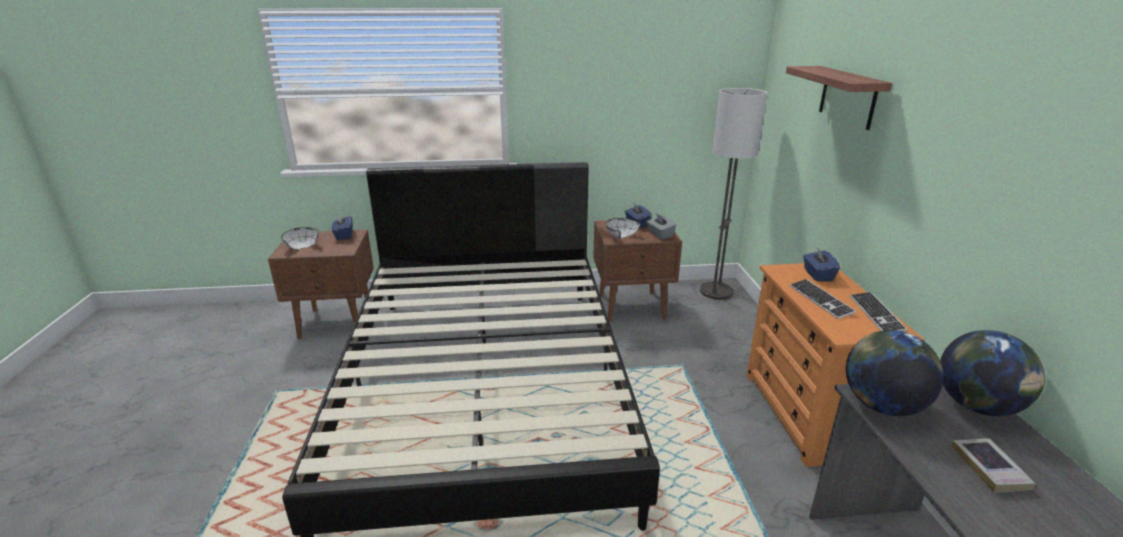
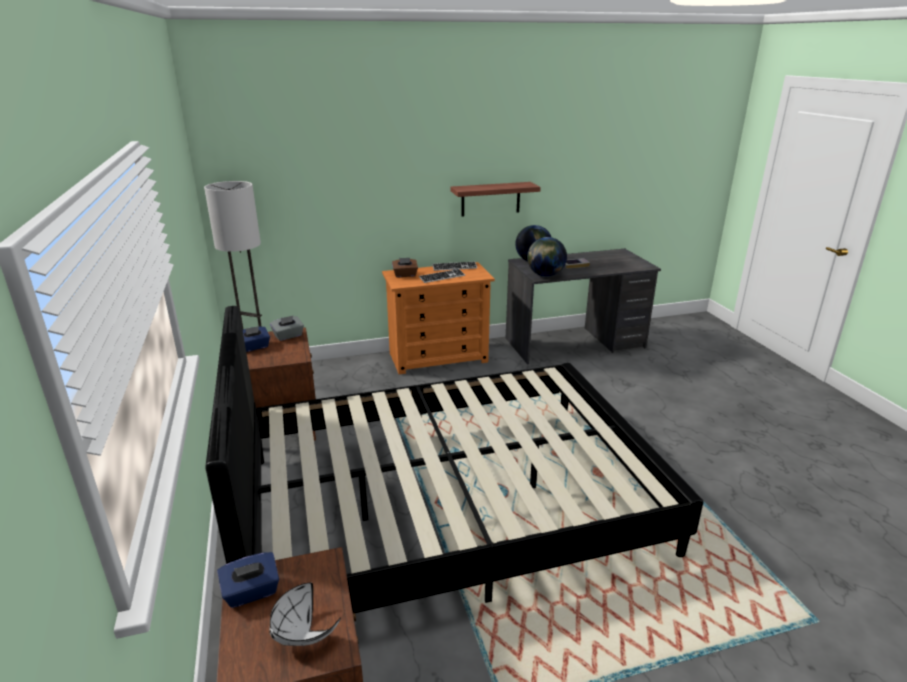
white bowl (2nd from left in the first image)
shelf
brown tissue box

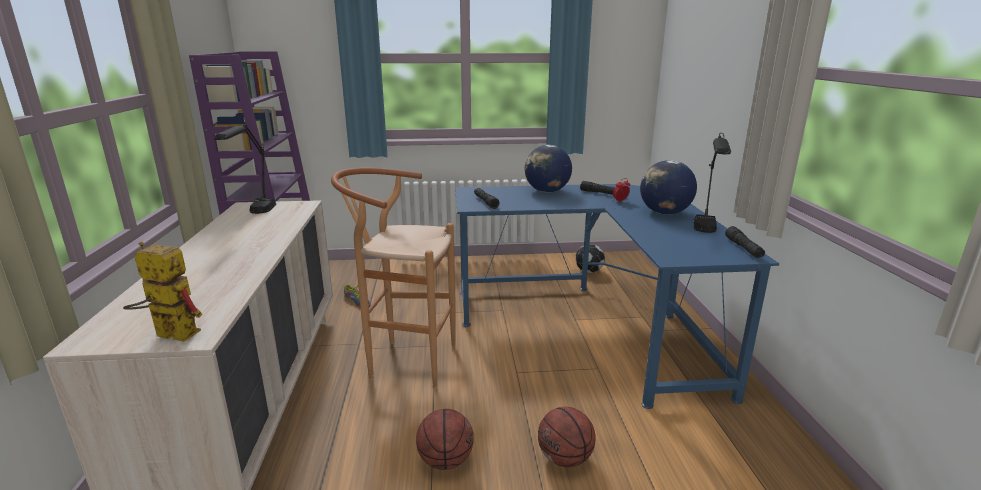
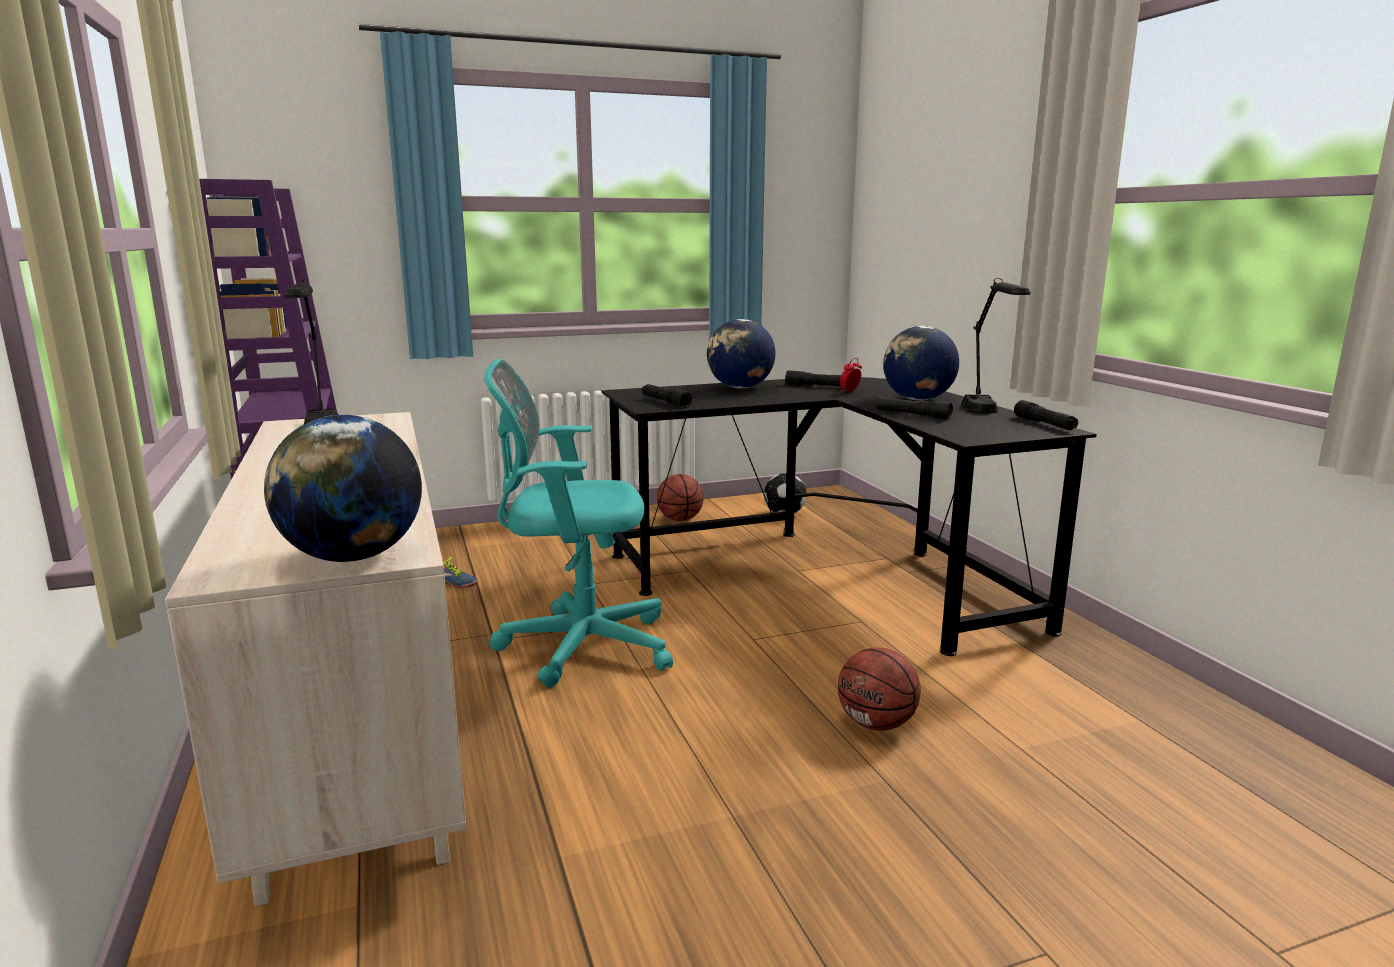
black flashlight (3rd from left)
basketball (1st from left)
globe (1st from left)
turquoise office chair
black desk

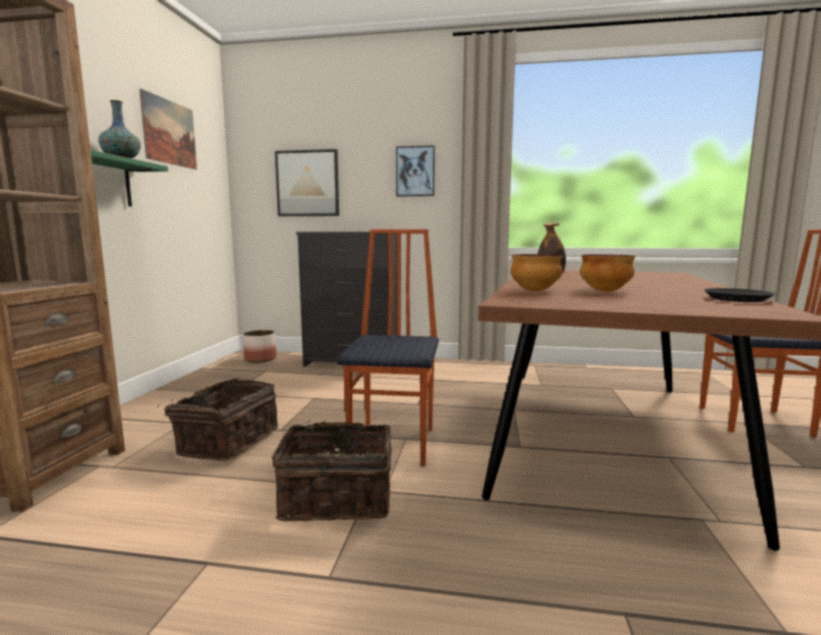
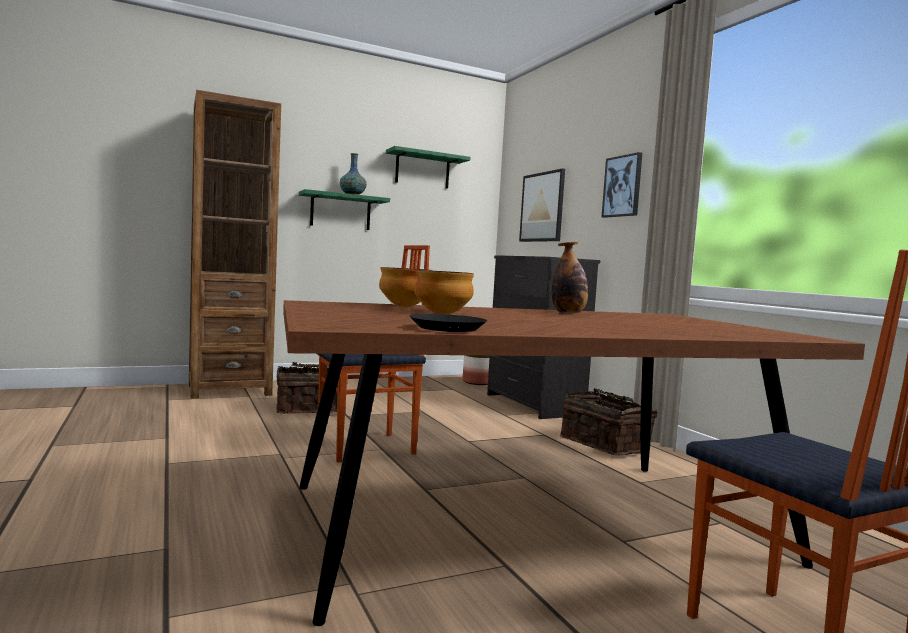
basket (2nd from left)
green shelf (2nd from left)

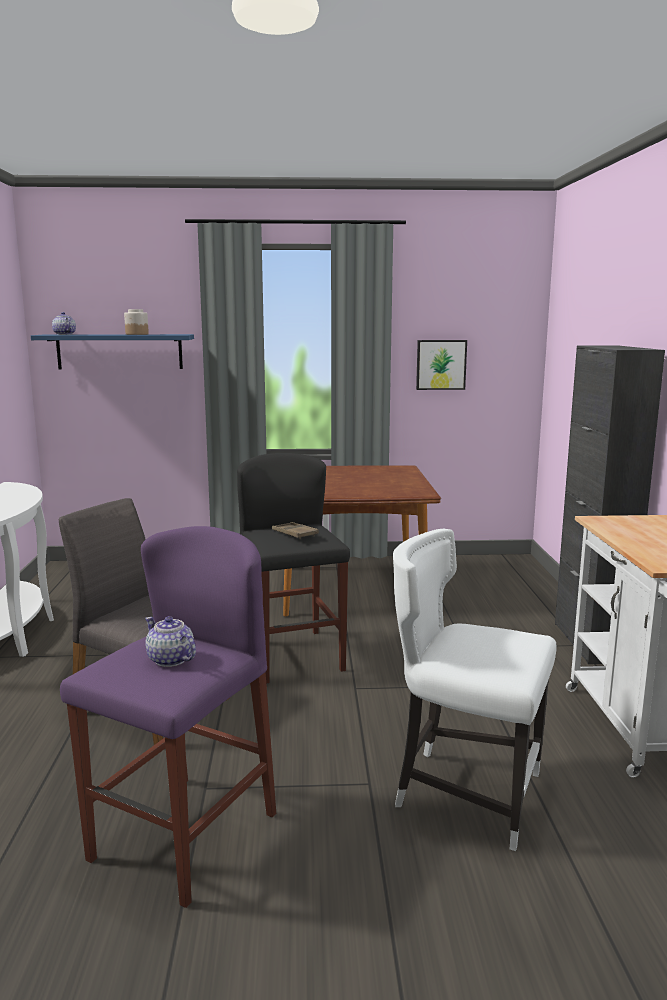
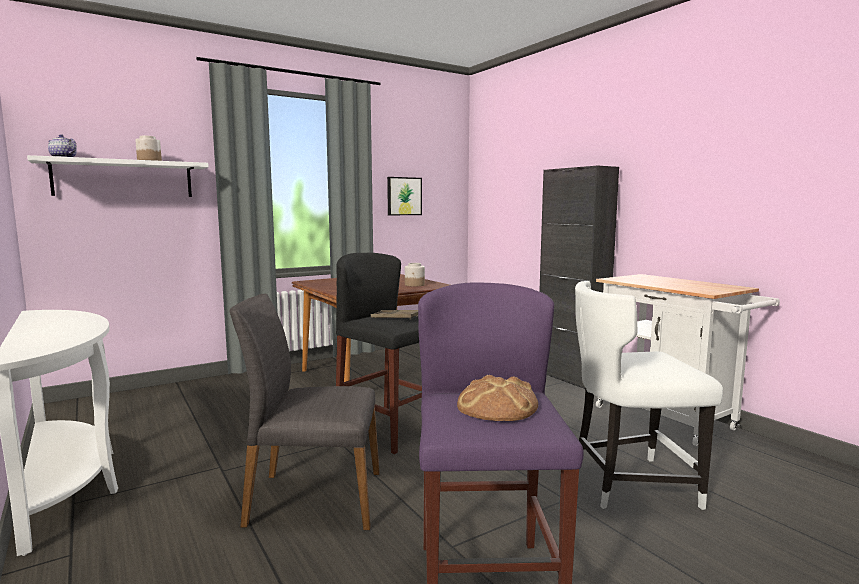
jar (2nd from left)
bread
white shelf

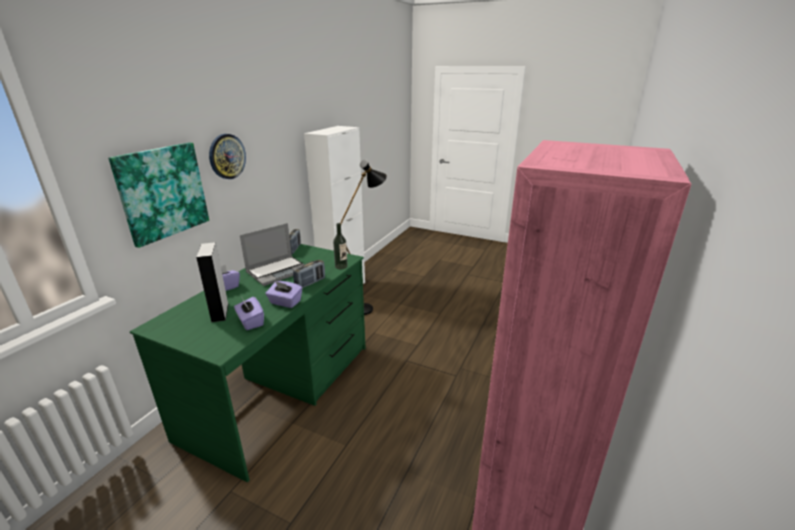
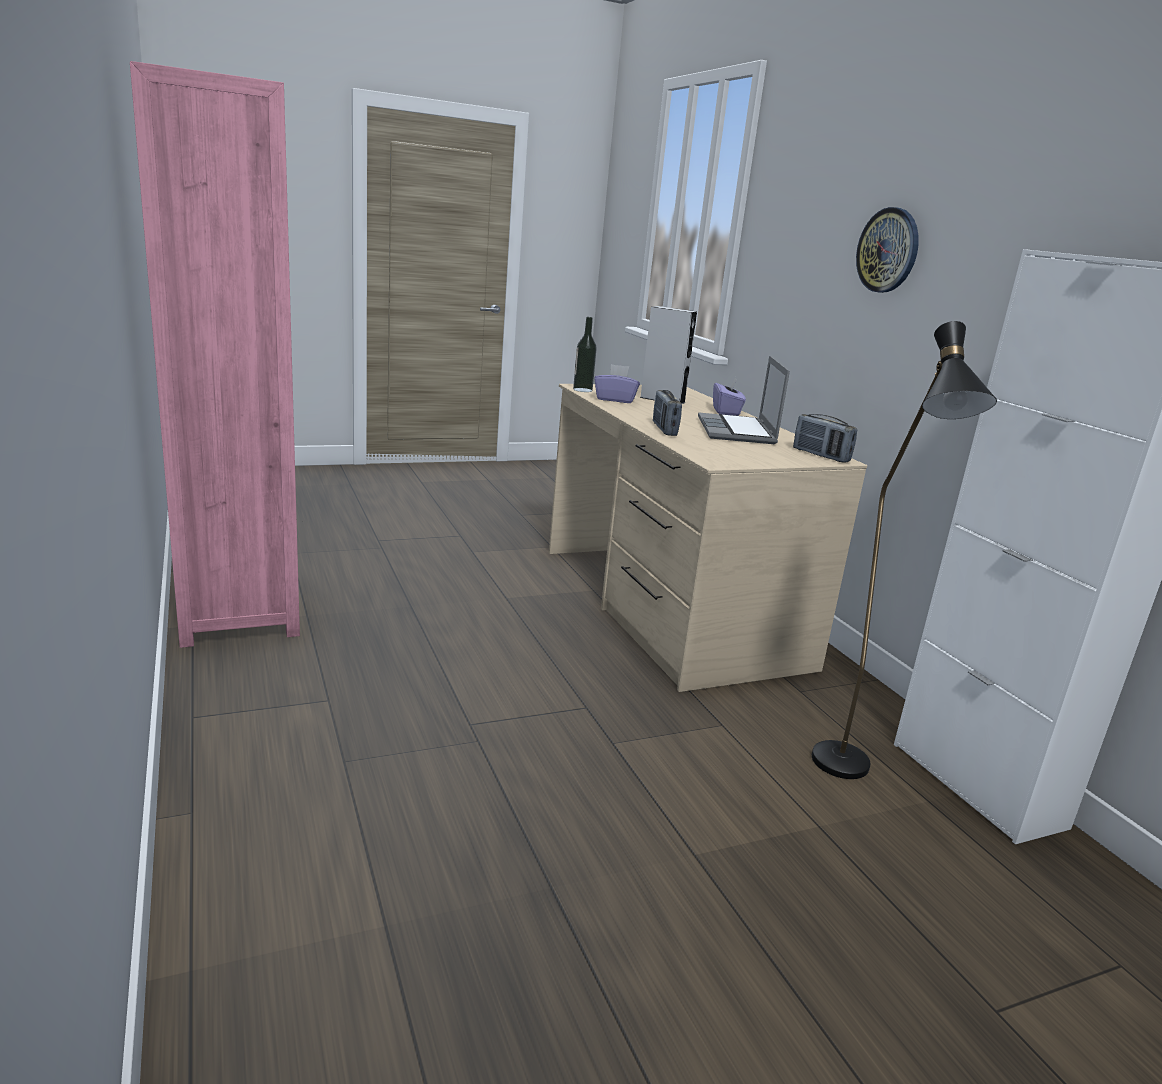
picture
purple tissue box (3rd from left in the first image)
bottle
beige desk

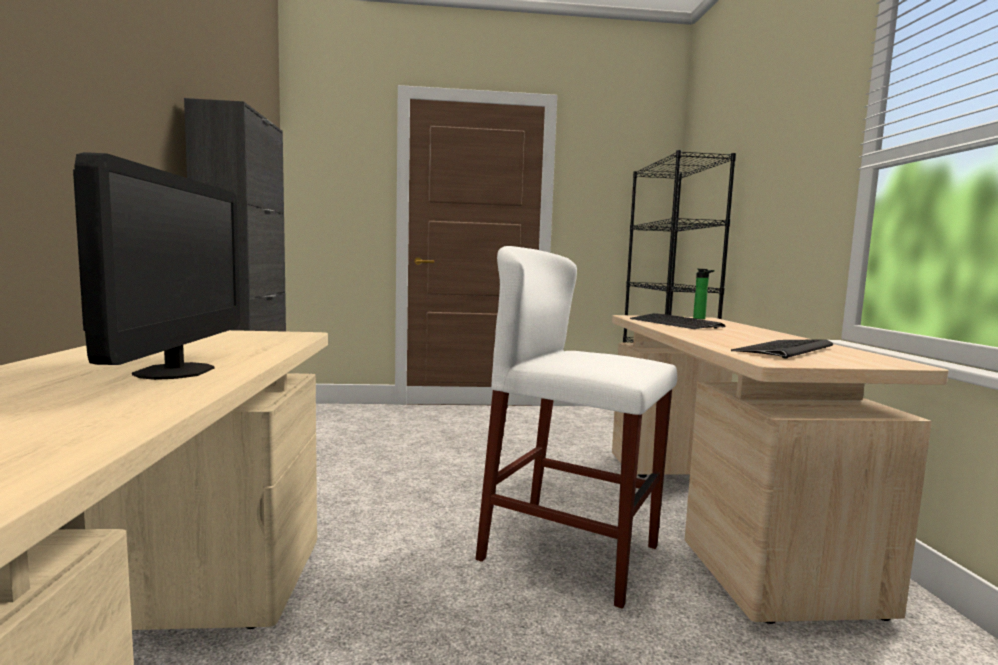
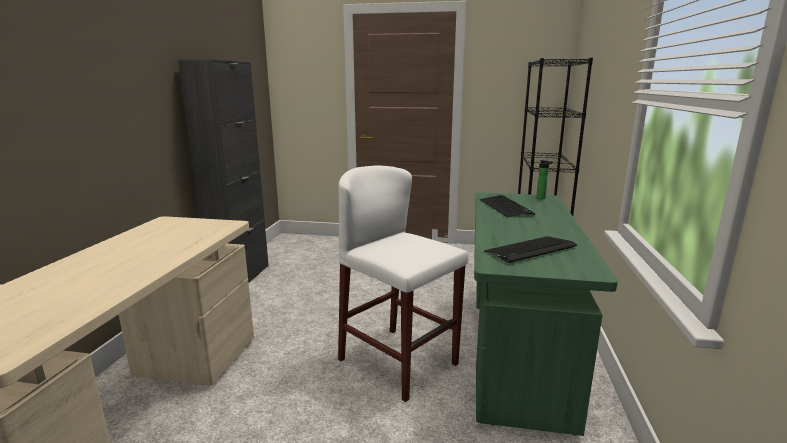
monitor
green desk

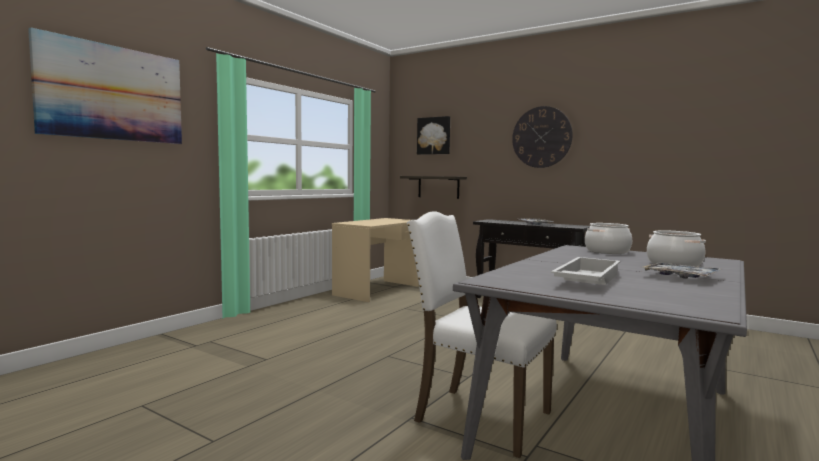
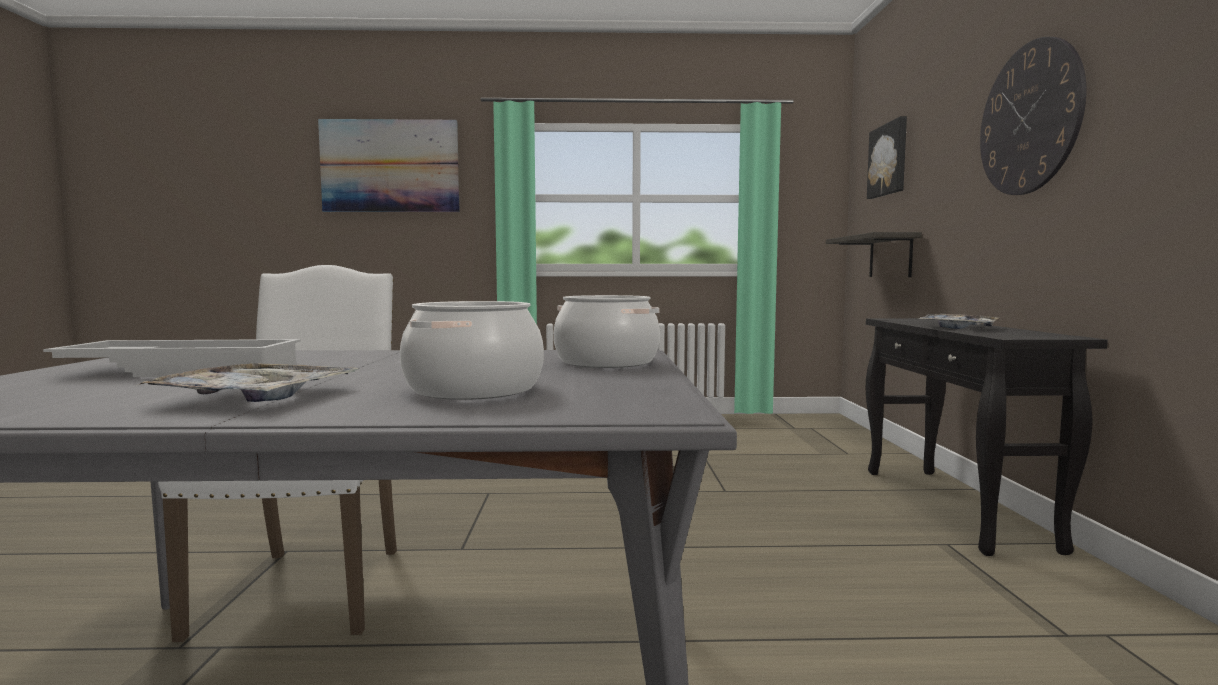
beige desk

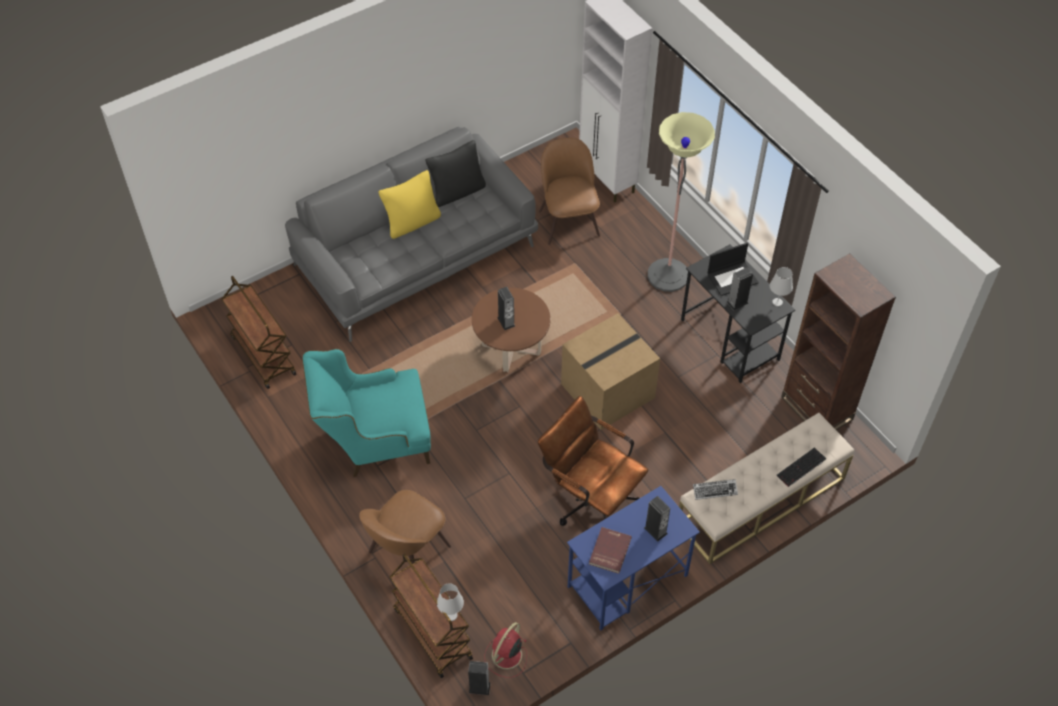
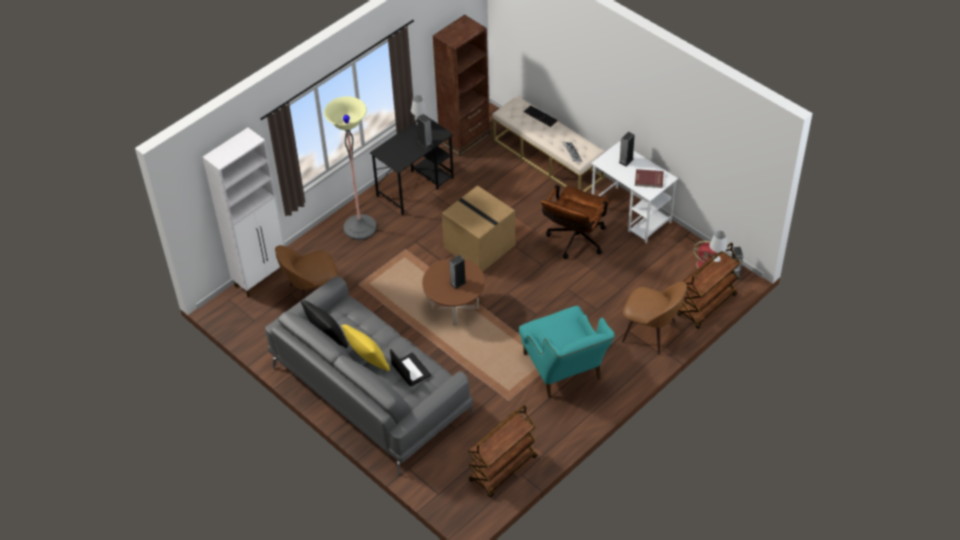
laptop
white desk

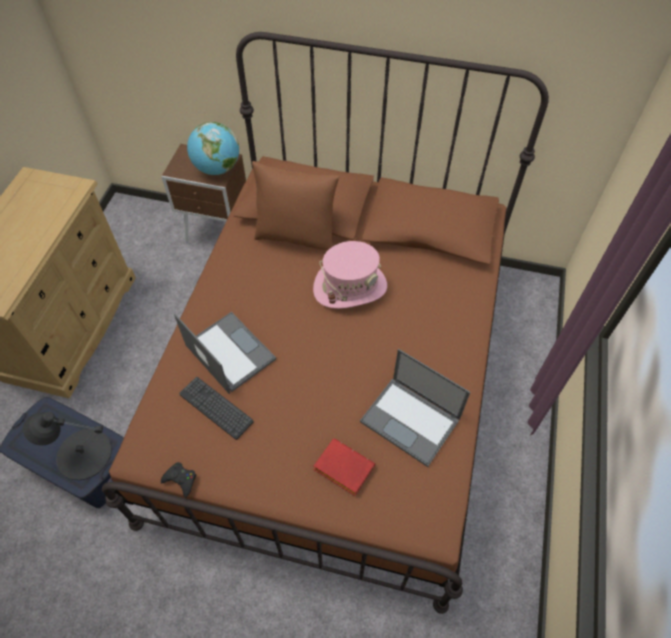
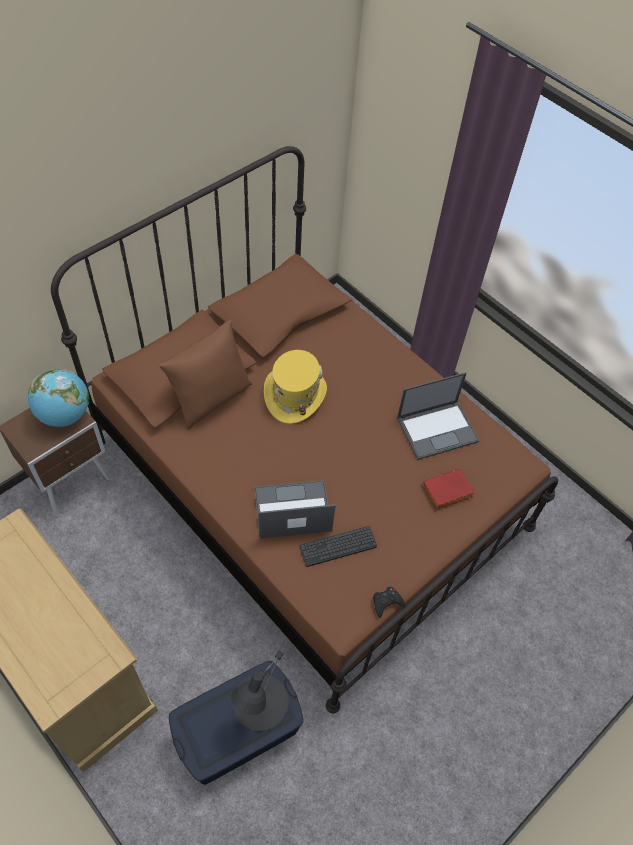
yellow hat

